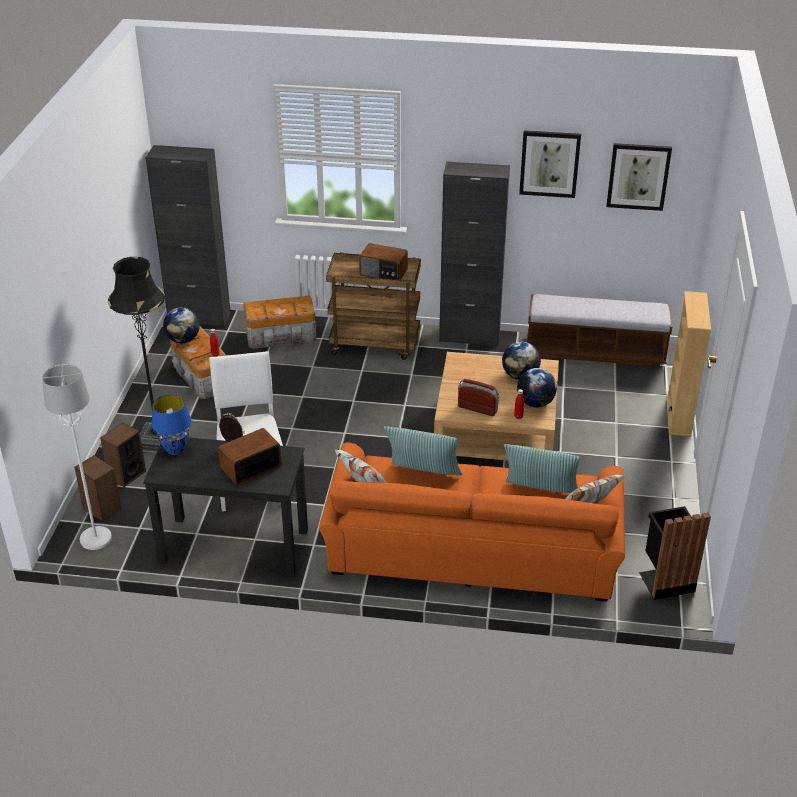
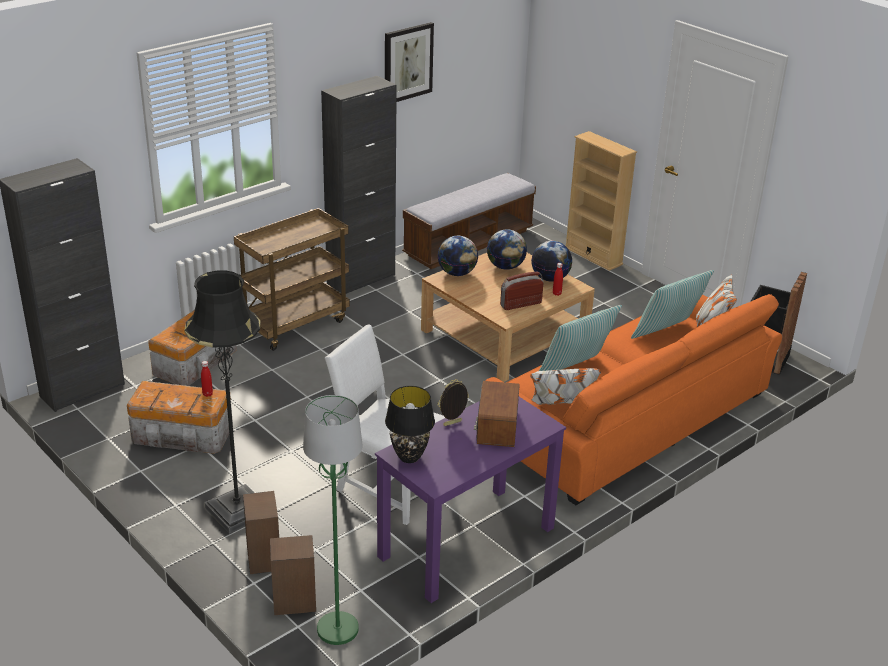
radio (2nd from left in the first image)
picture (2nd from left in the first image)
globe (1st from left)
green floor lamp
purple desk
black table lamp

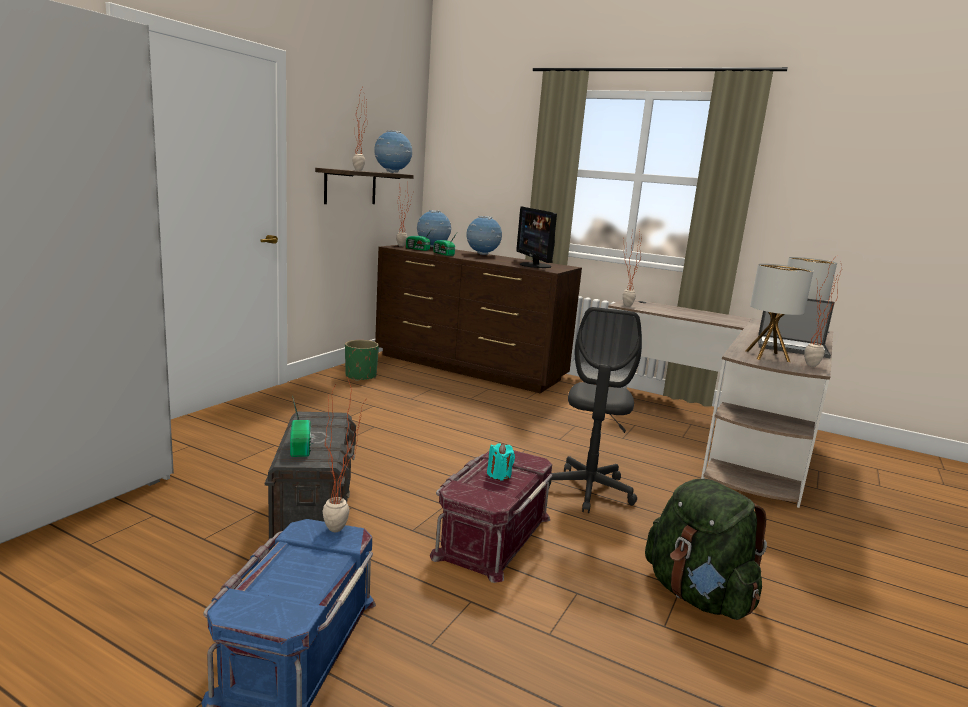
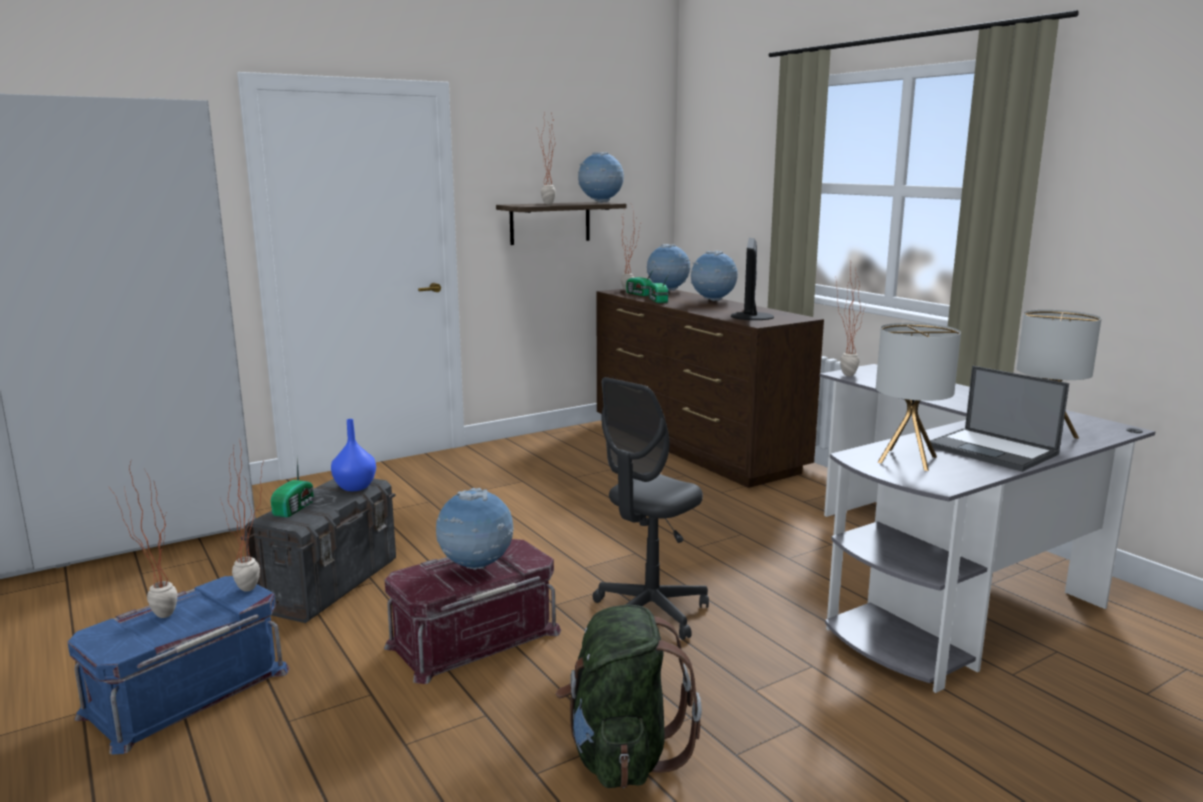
green planter
blue vase
potted plant (1st from left)
globe (1st from left)
grey desk

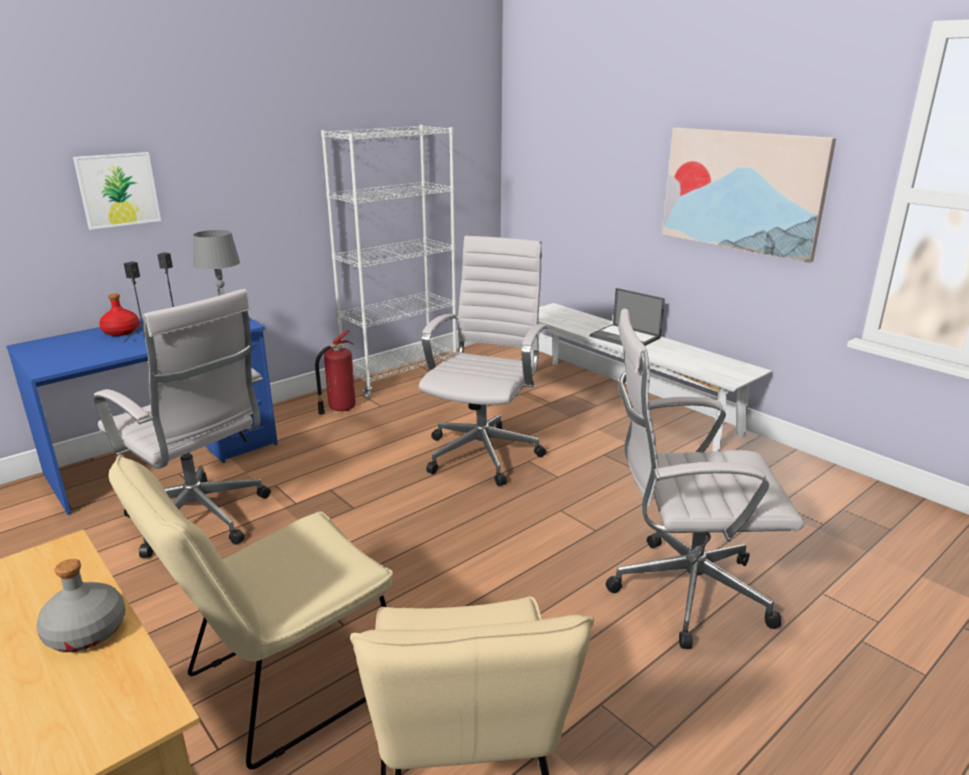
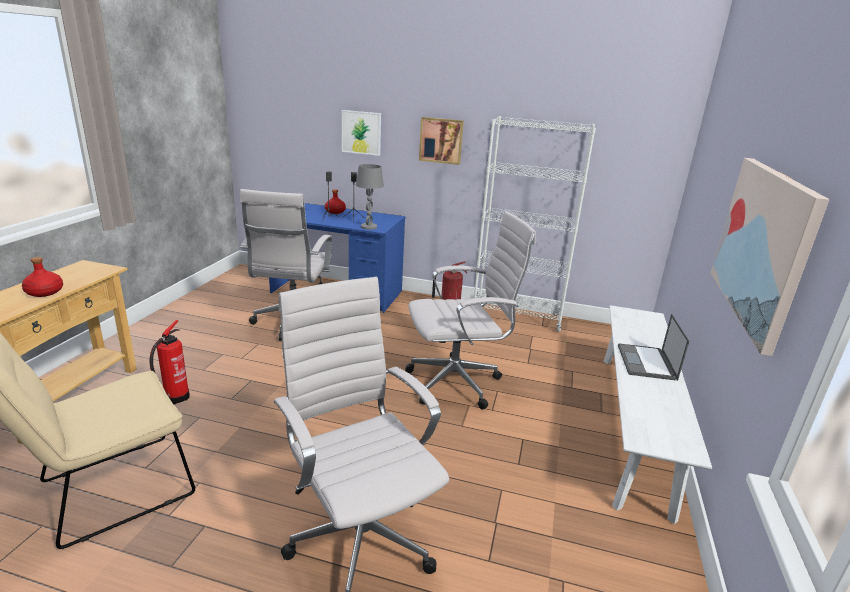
picture (2nd from left)
fire extinguisher (1st from left)
red bottle (1st from left)

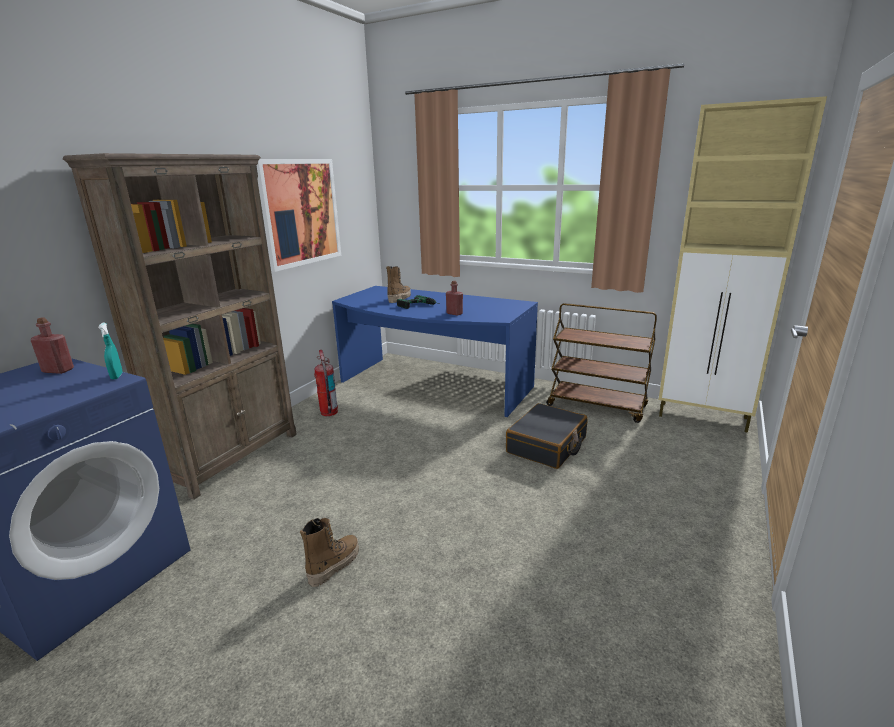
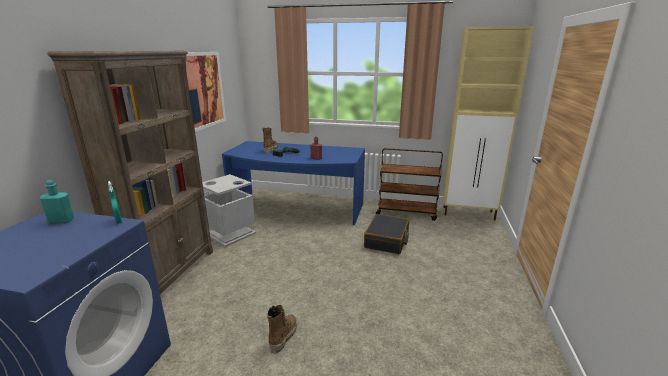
grey trash can
turquoise bottle

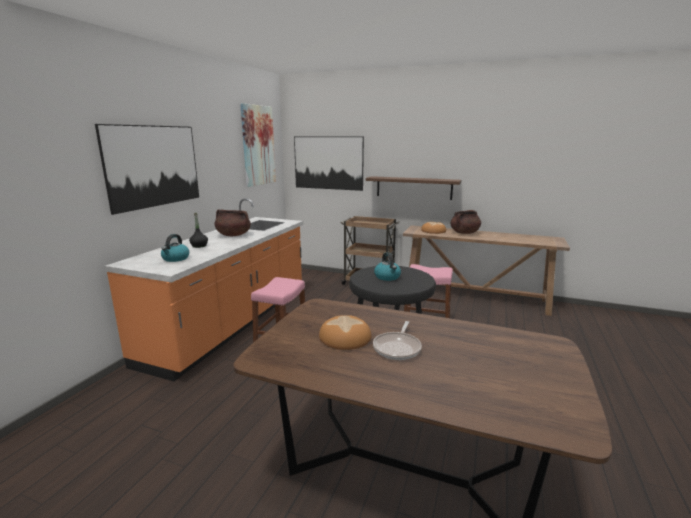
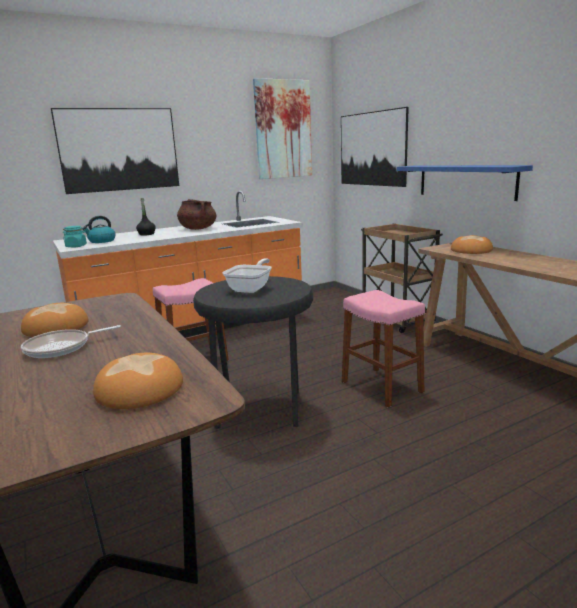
brown cooking pot (2nd from left in the first image)
turquoise jar
bread (2nd from left)
frying pan (2nd from left)
blue shelf

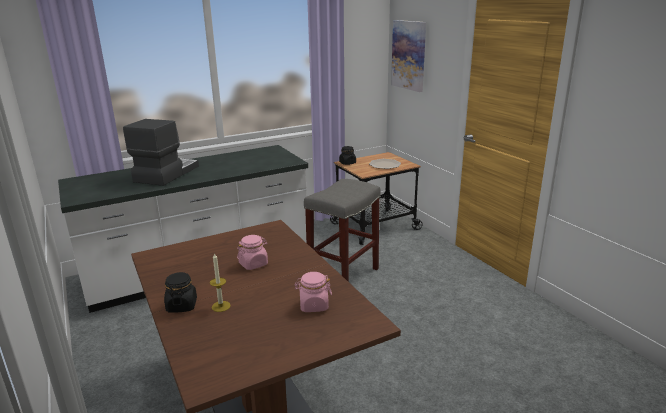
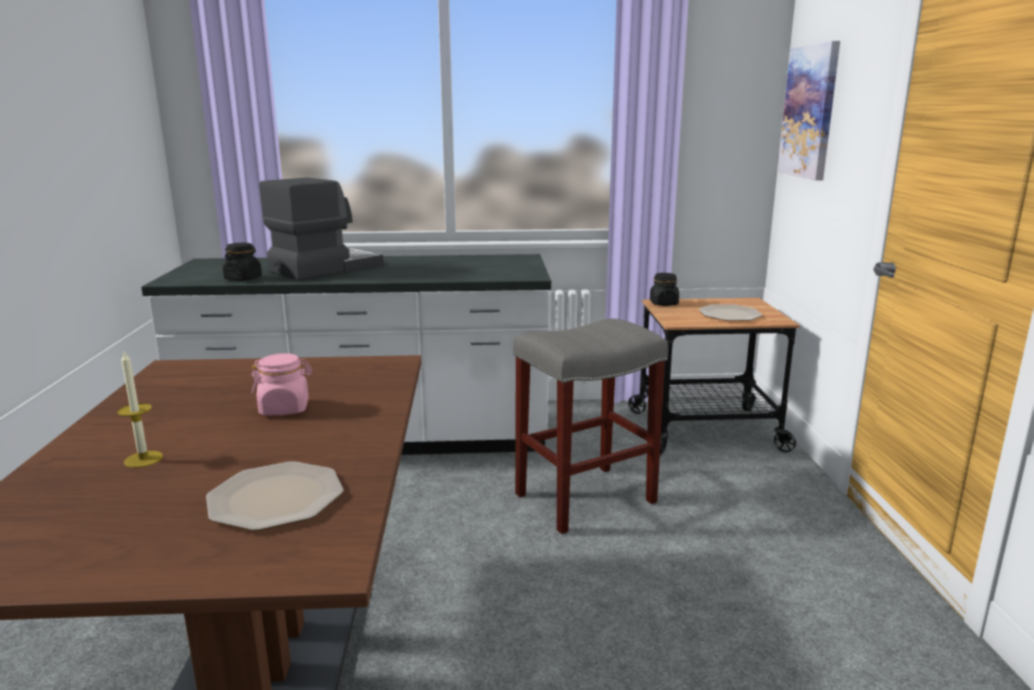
black jar (1st from left)
plate (1st from left)

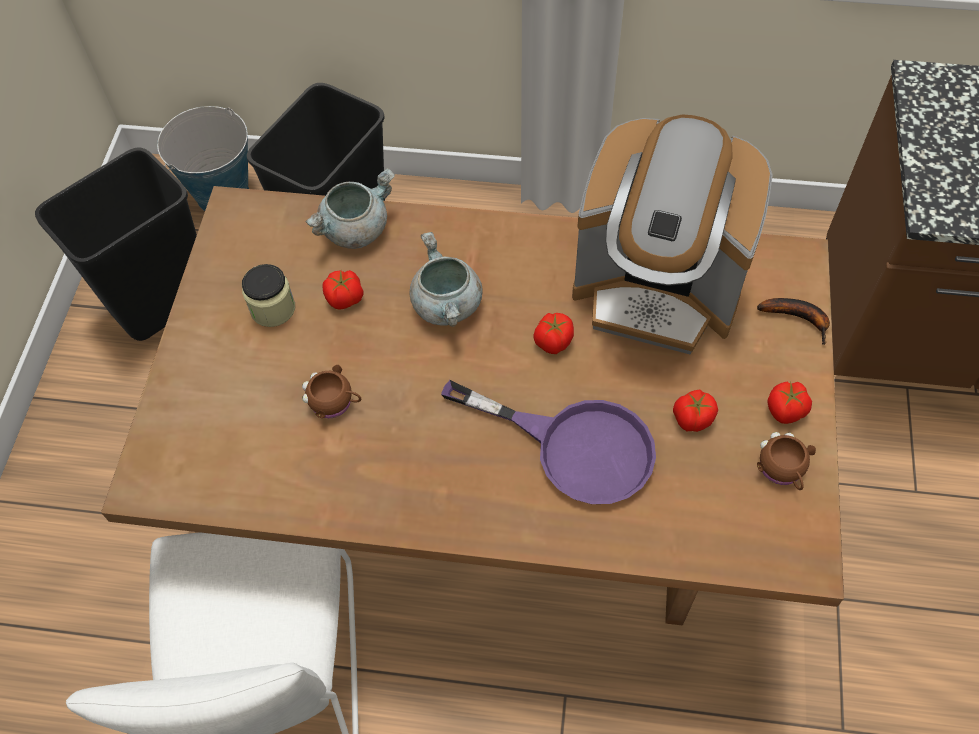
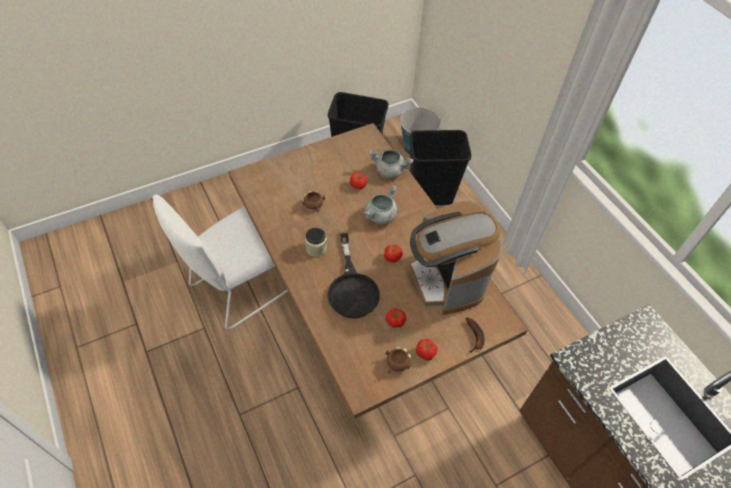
jar
black frying pan

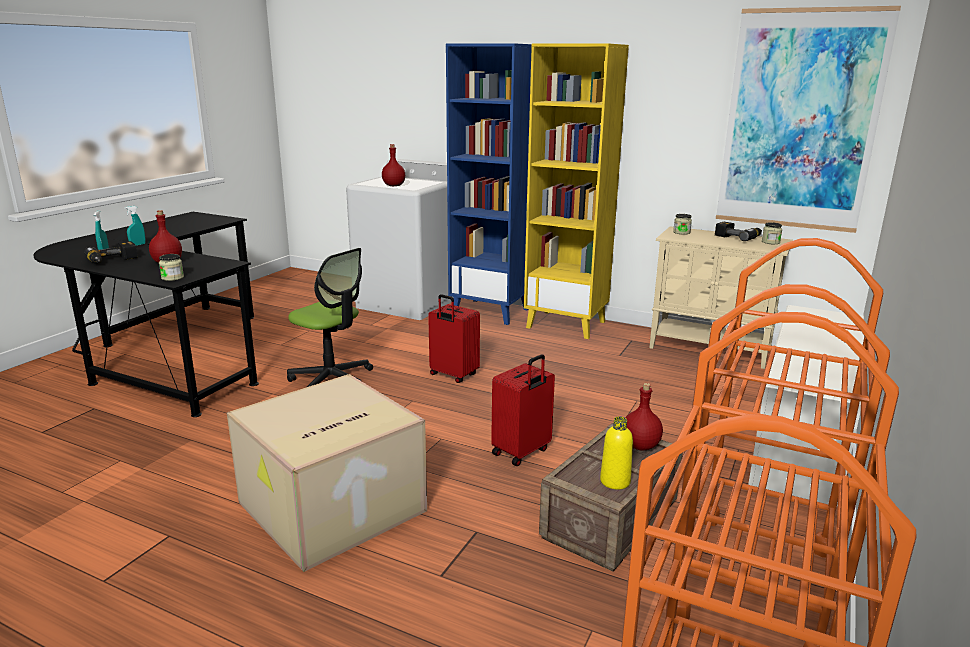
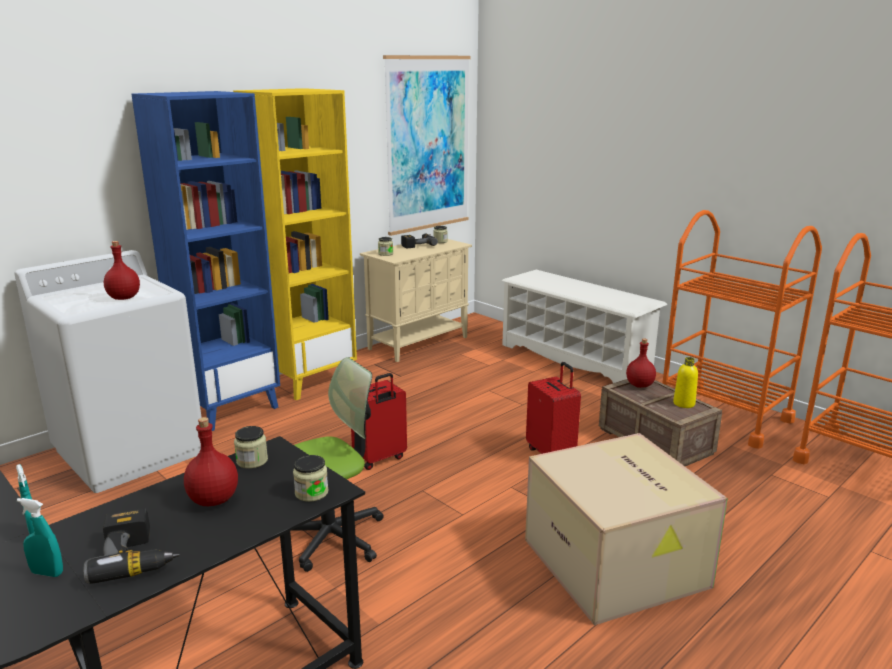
jar (1st from left)

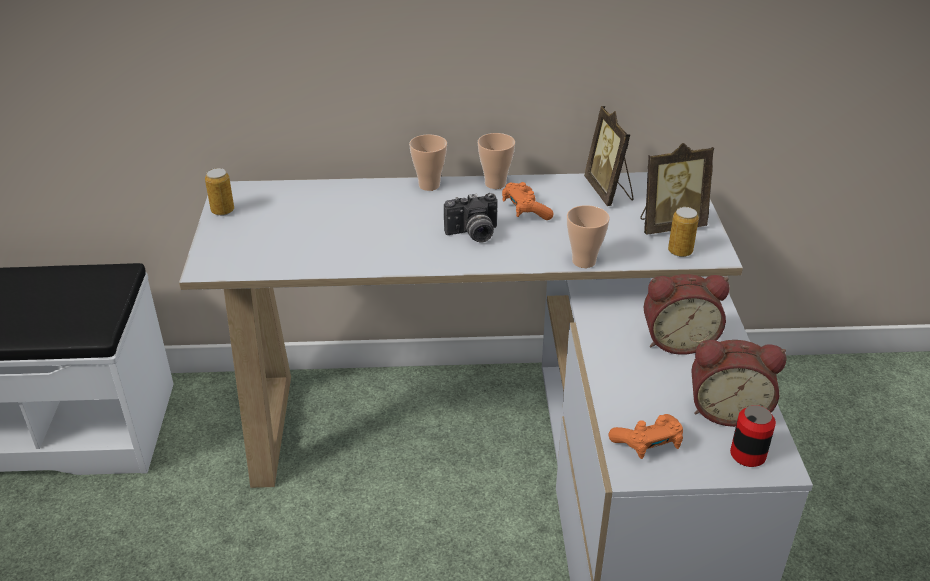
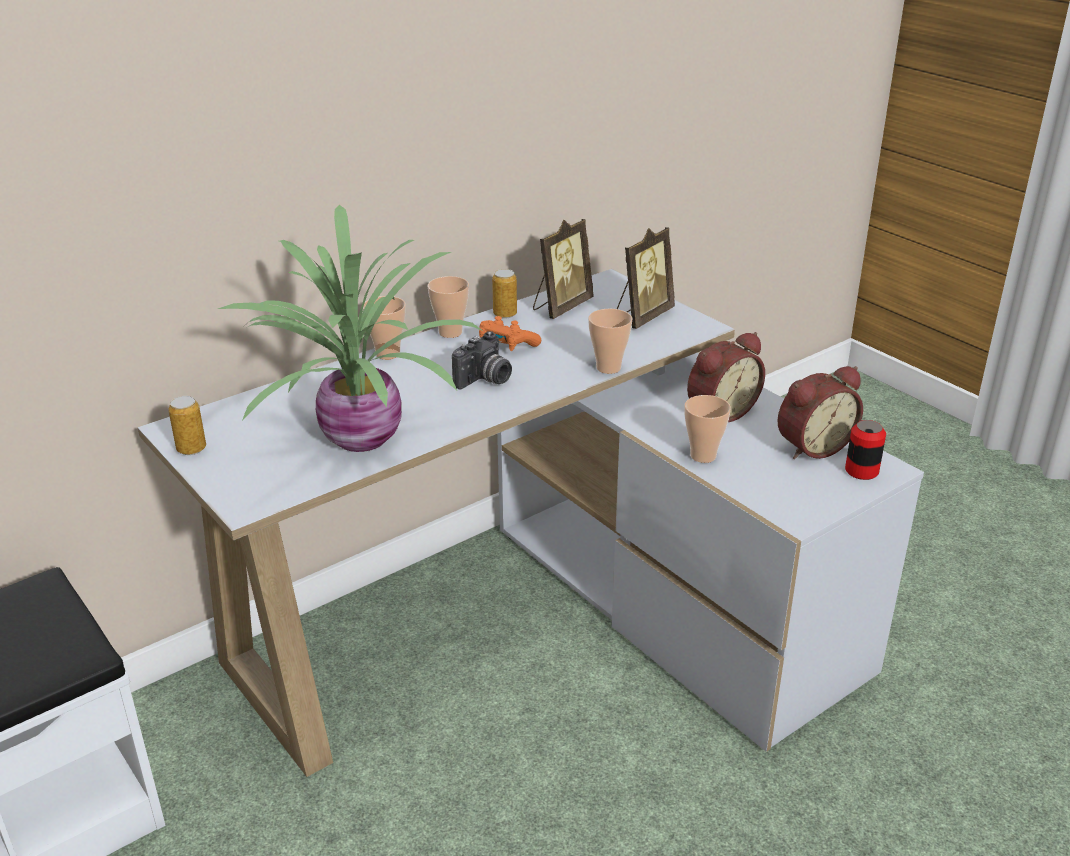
orange game controller (2nd from left in the first image)
potted plant
cup (4th from left)
can (2nd from left)
picture frame (1st from left)

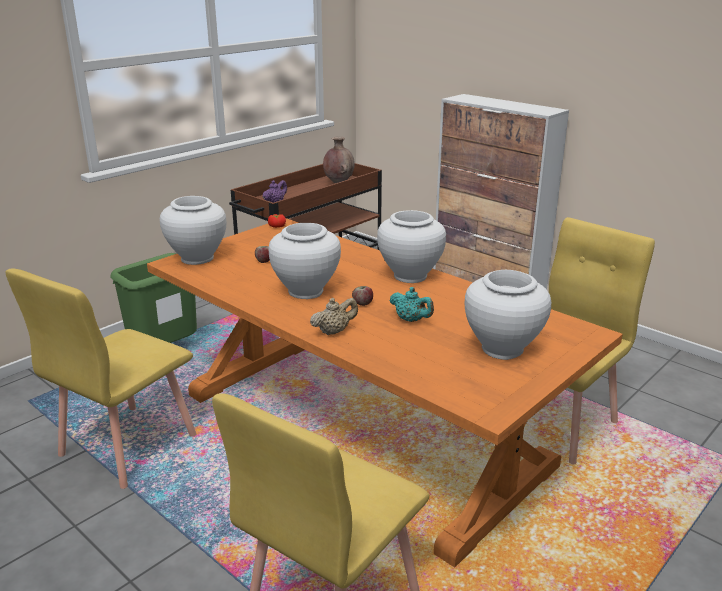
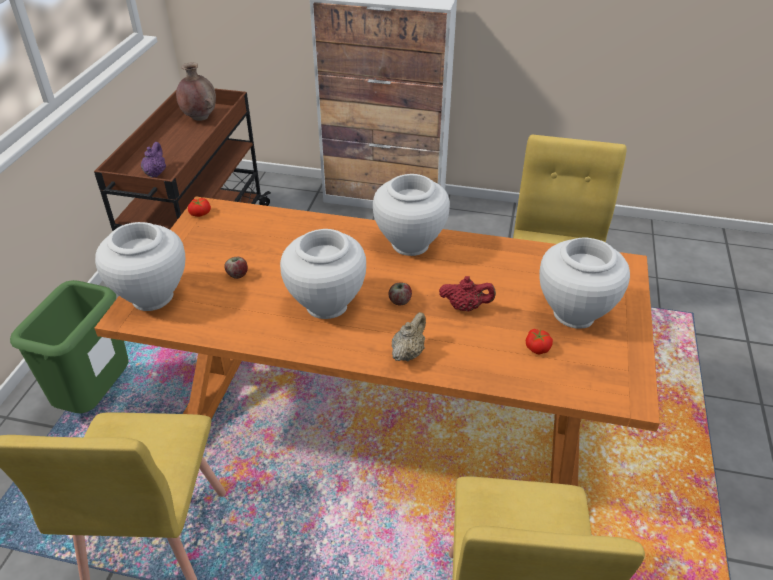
tomato (2nd from left)
red teapot

